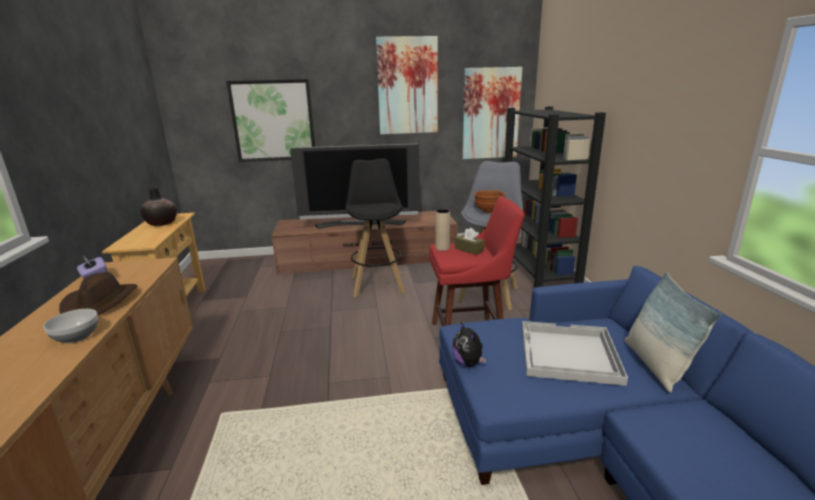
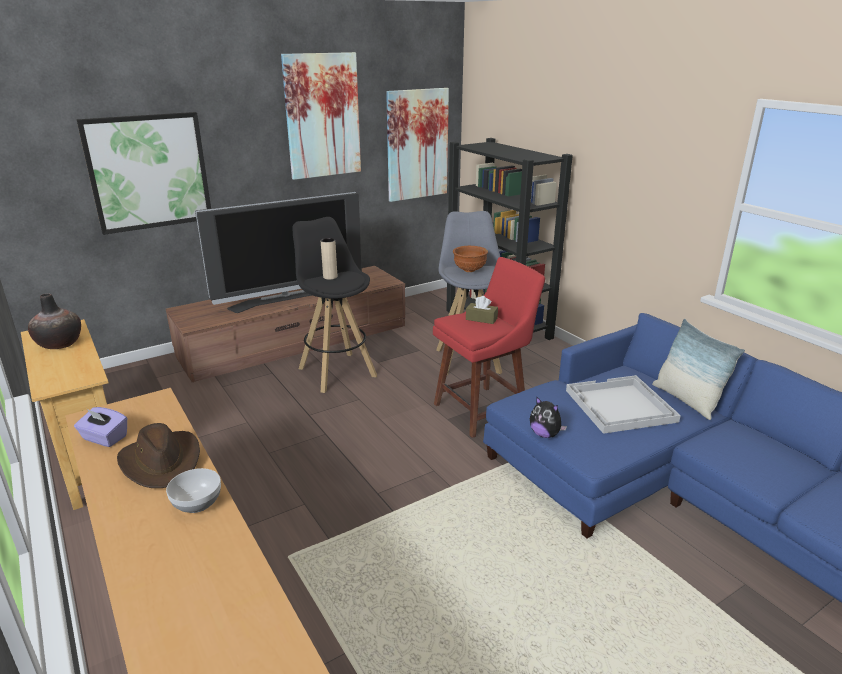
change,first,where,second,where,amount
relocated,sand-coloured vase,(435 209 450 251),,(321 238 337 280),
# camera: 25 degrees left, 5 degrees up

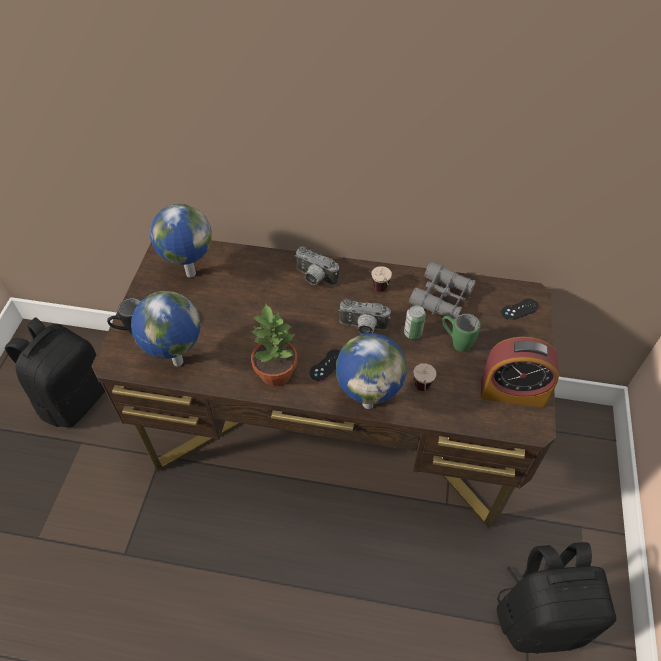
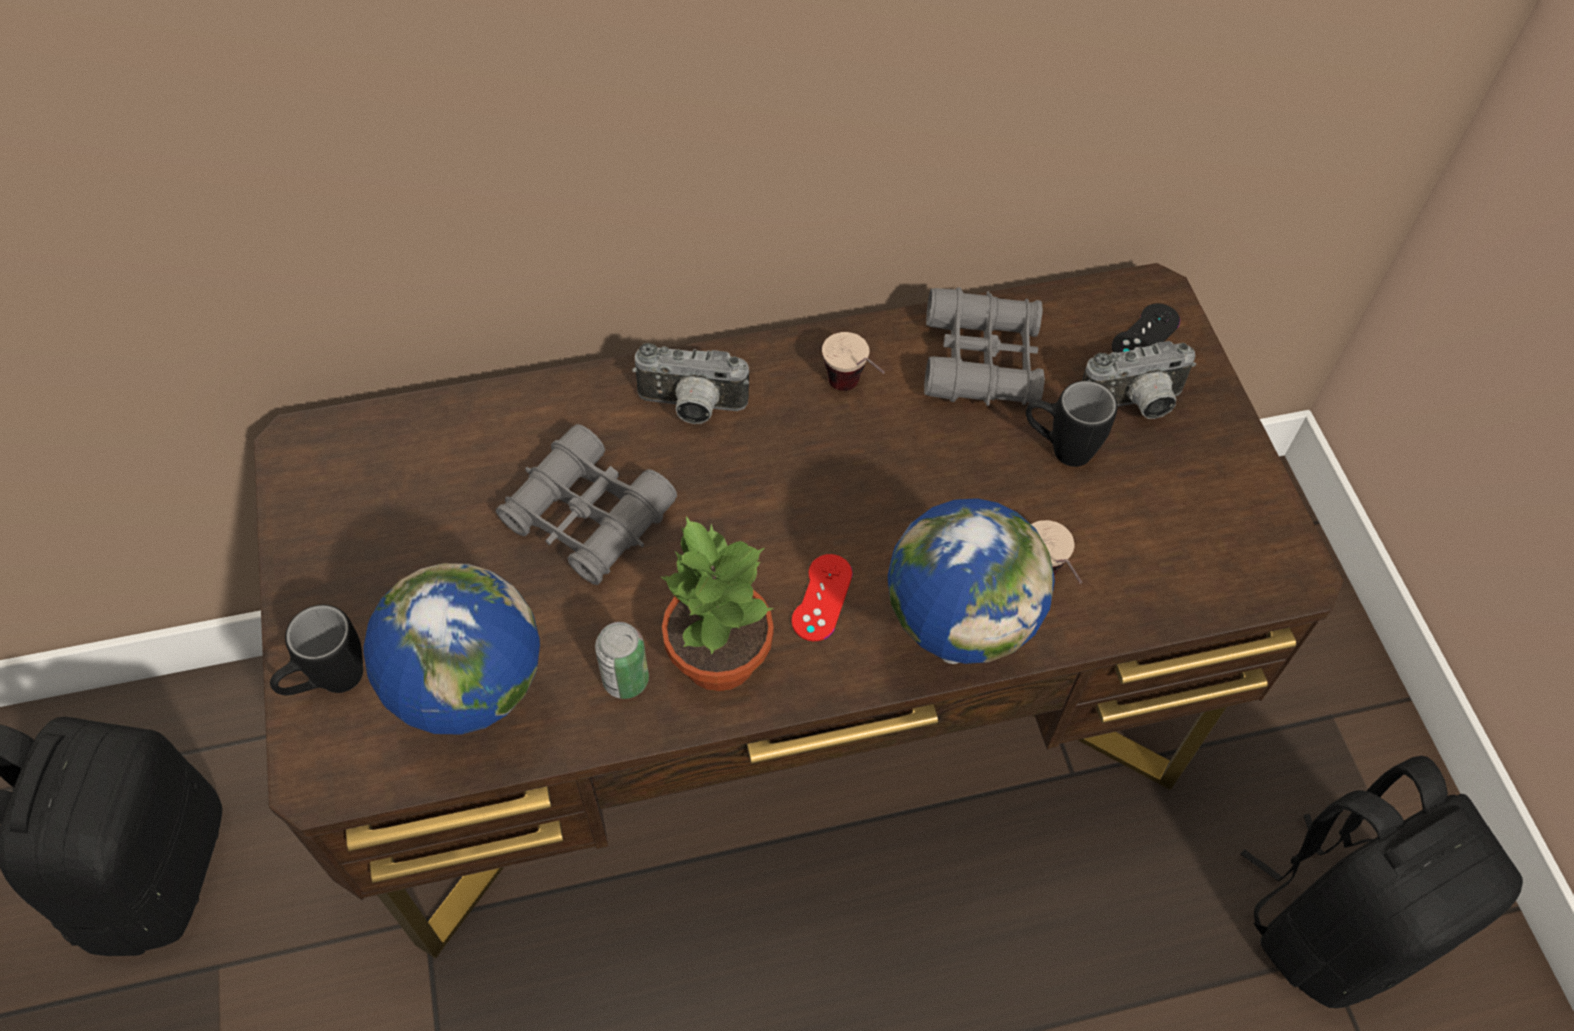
change,first,where,second,where,amount
appeared,,,grey field glasses,(496 424 677 585),
relocated,can,(404 305 426 339),,(595 622 649 699),
colour,black game controller,(310 349 340 381),reddish game controller,(792 554 853 641),
colour,green tea mug,(442 313 481 352),black tea mug,(1026 381 1117 467),
relocated,photo camera,(339 299 391 334),,(1082 341 1196 419),
missing,desk globe,(150 204 212 277),,,
missing,alarm clock,(481 337 559 408),,,
# camera: 25 degrees left, 5 degrees up

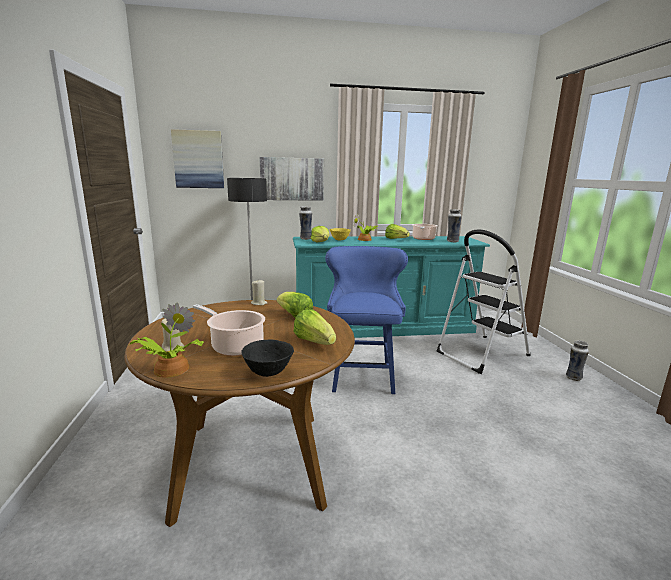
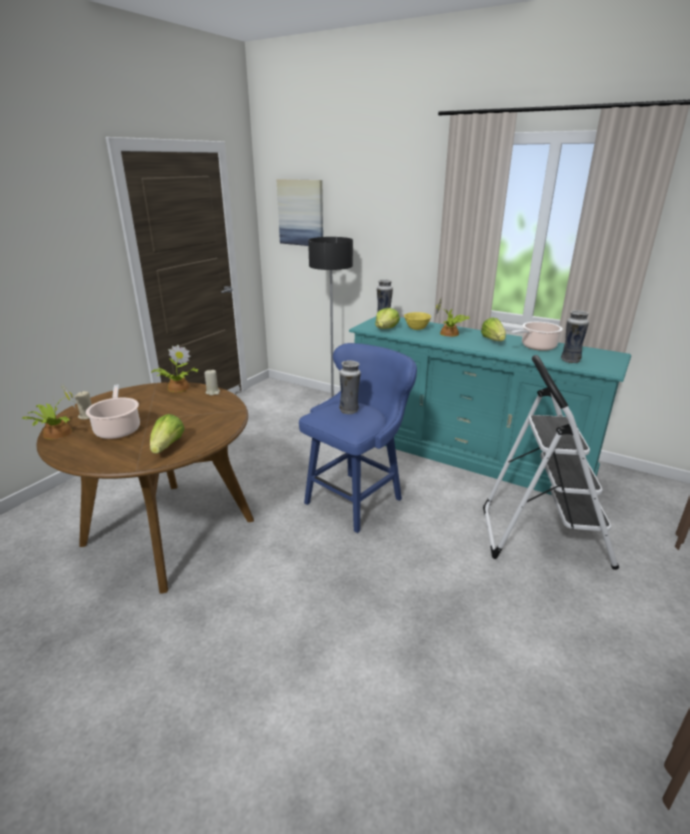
change,first,where,second,where,amount
appeared,,,potted plant,(151 344 198 393),
relocated,vase,(566 341 589 381),,(339 360 361 414),
missing,black deep dish,(241 340 294 377),,,
missing,wall picture,(259 157 324 201),,,
missing,lettuce,(277 292 313 318),,,
# camera: 40 degrees right, 10 degrees up

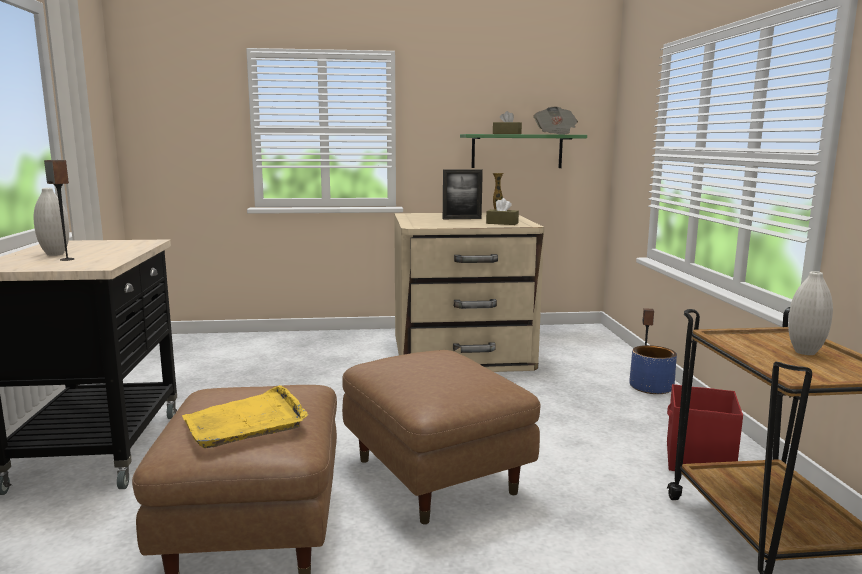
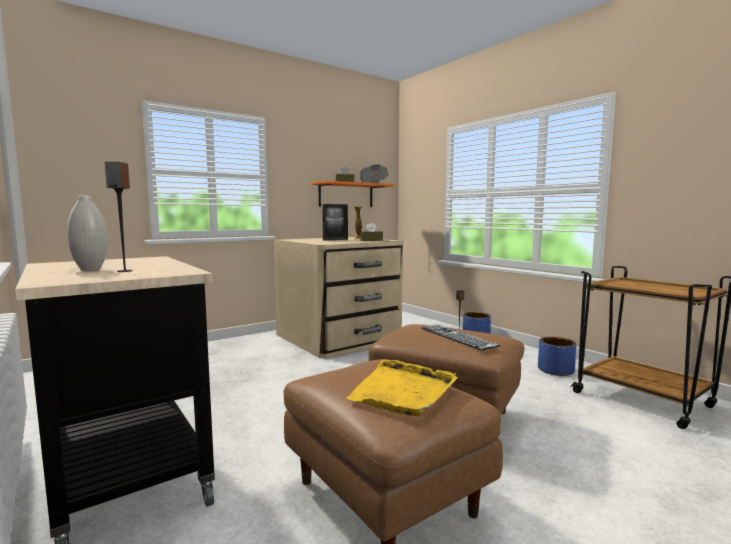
change,first,where,second,where,amount
colour,green wall shelf,(460 134 587 168),orangey wall shelf,(311 181 394 207),
appeared,,,keyboard,(421 325 500 350),
exchanged,reddish storage box,(667 384 743 471),blue planter,(538 337 576 376),
missing,white vase,(788 271 833 355),,,
# camera: 30 degrees left, 5 degrees down

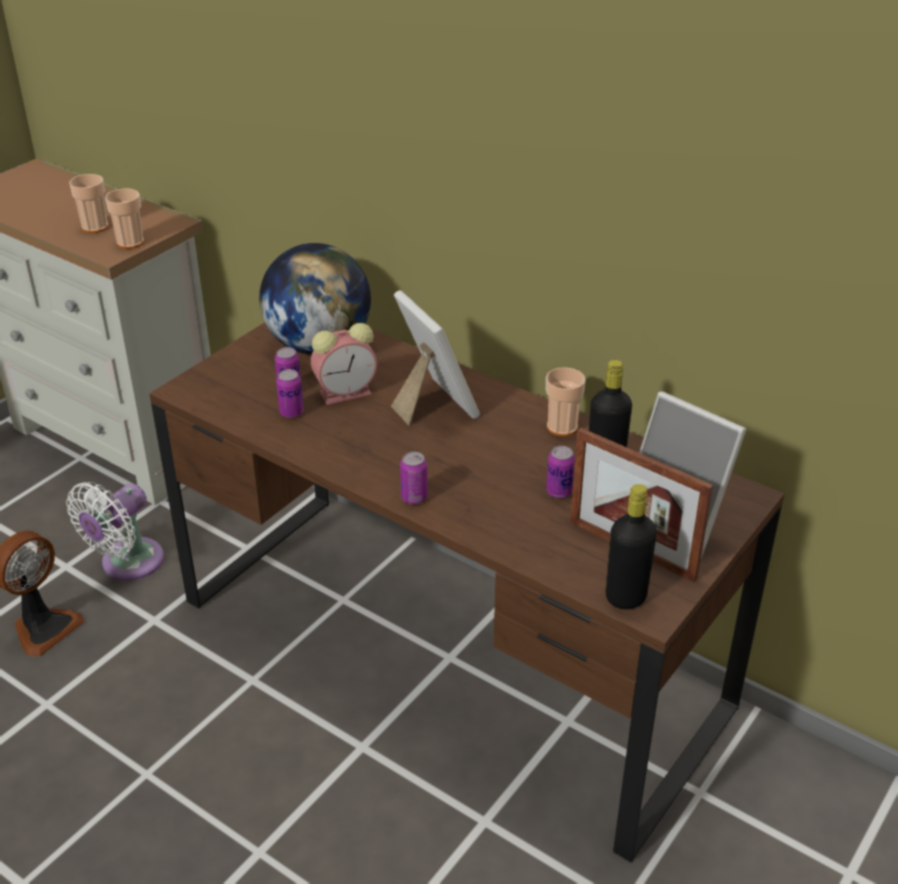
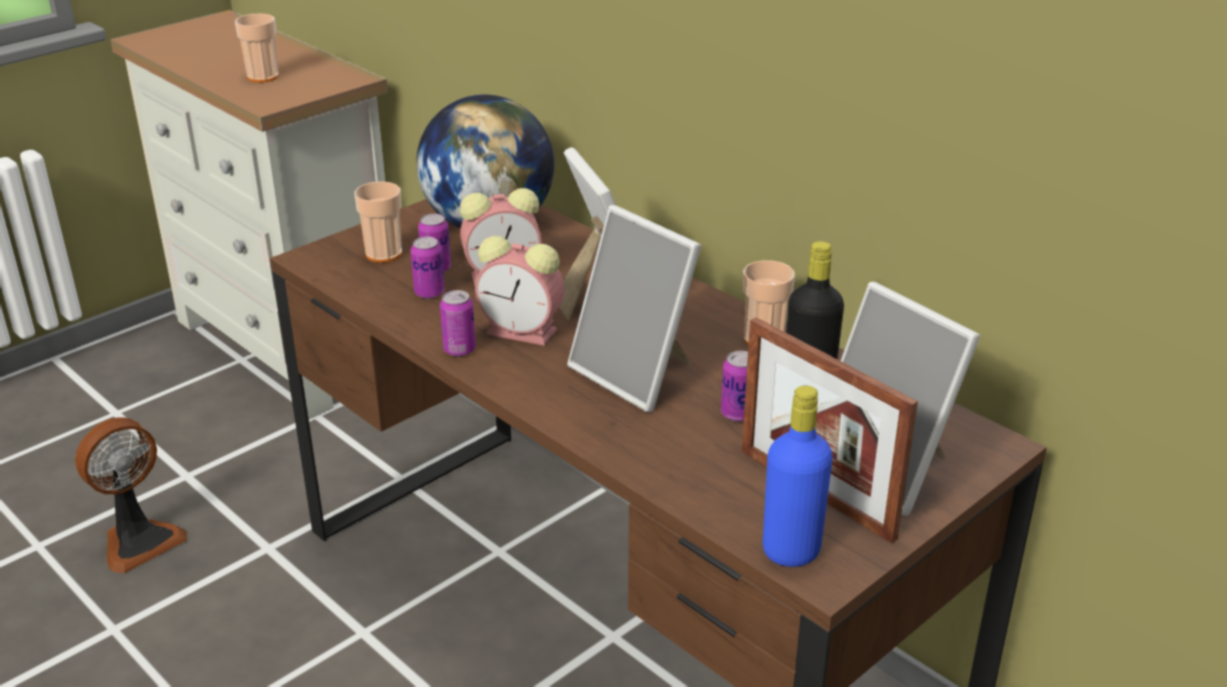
change,first,where,second,where,amount
relocated,drinking cup,(105 189 144 249),,(354 181 402 263),
relocated,can,(400 452 428 504),,(440 290 476 357),
appeared,,,alarm clock,(475 236 565 346),
appeared,,,photo frame,(567 205 701 412),
colour,black bottle,(605 484 657 609),blue bottle,(763 386 833 567),
missing,white electric fan,(66 482 164 581),,,
# camera: 10 degrees right, 5 degrees down

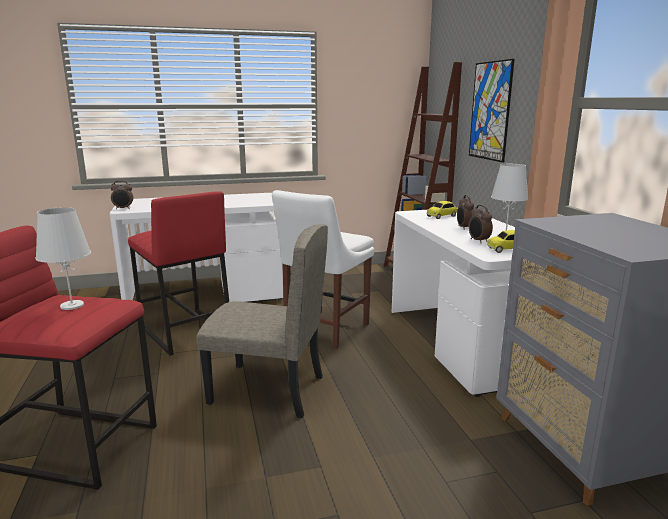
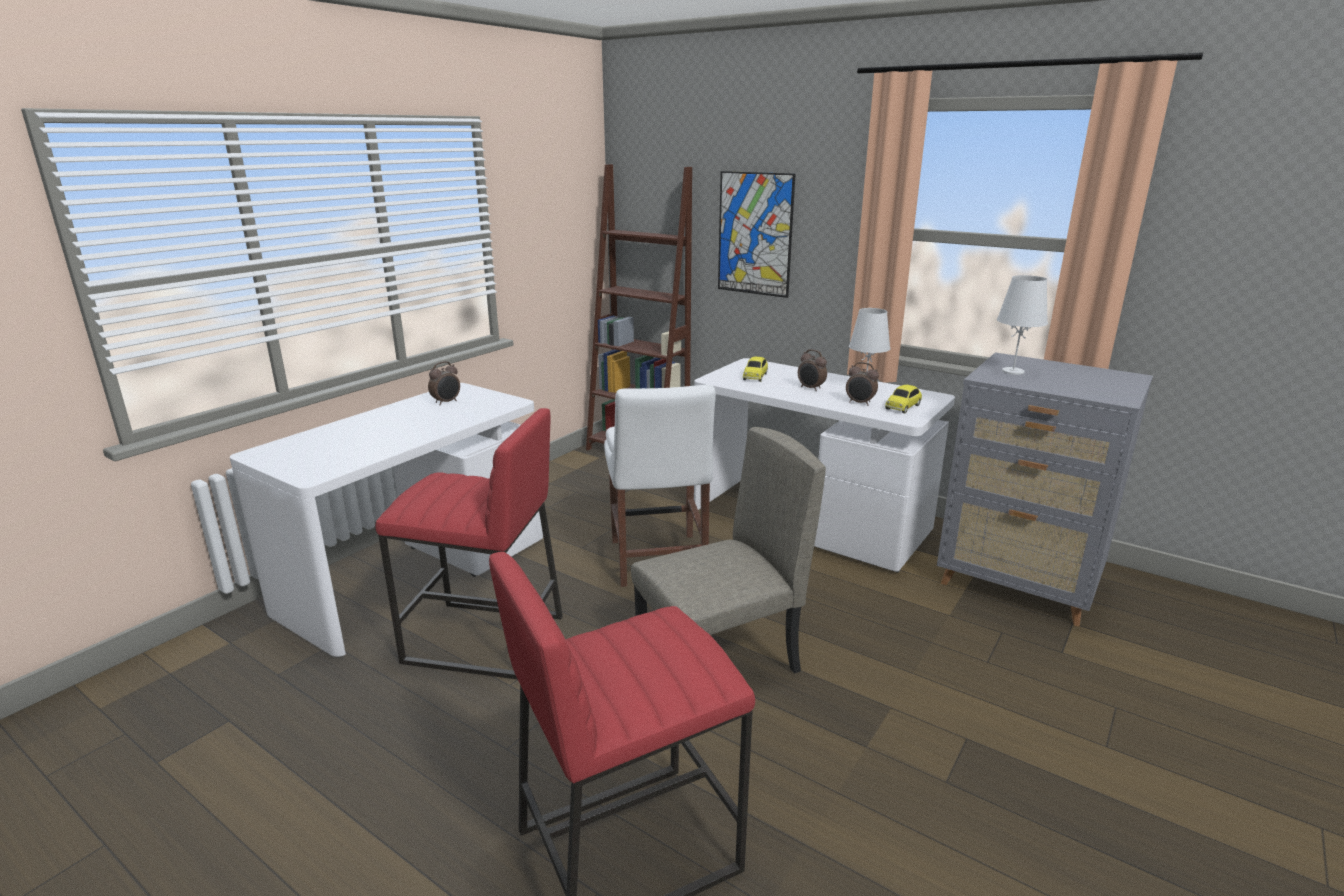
change,first,where,second,where,amount
relocated,alarm clock,(111 181 133 209),,(428 361 460 405),
relocated,white lamp for a table,(35 207 91 310),,(997 275 1048 375),
# camera: 40 degrees left, 5 degrees up

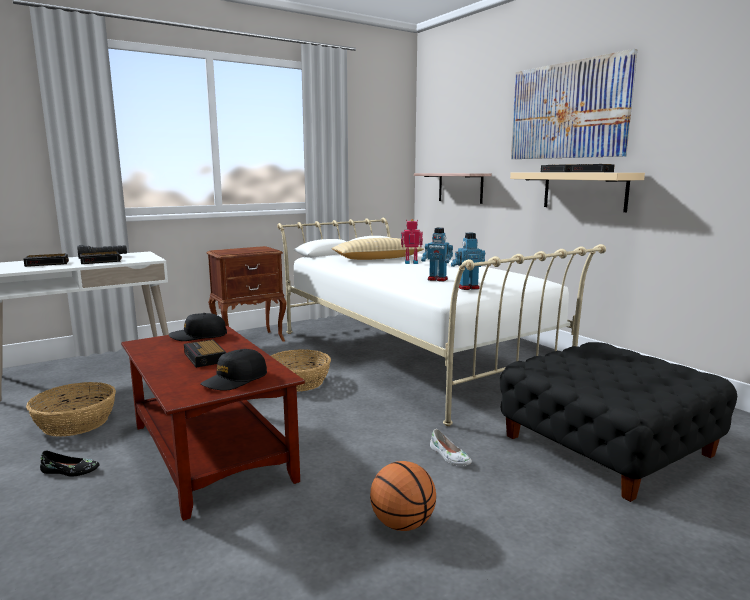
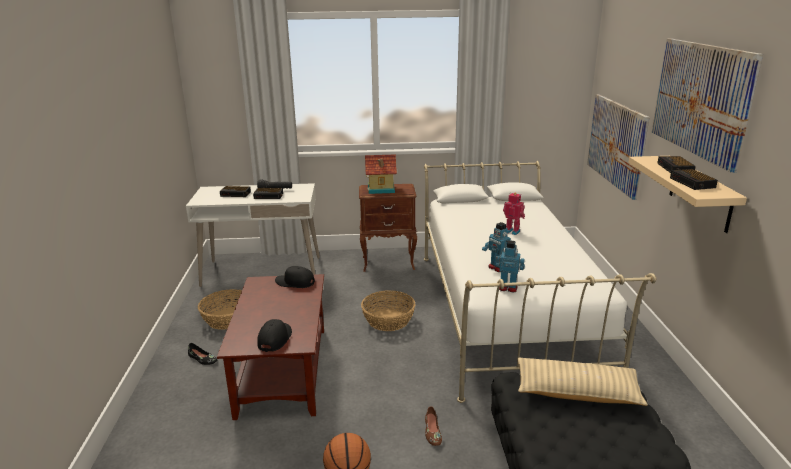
change,first,where,second,where,amount
spun,black cap,(201 349 267 391),,(257 319 292 352),120 degrees clockwise
appeared,,,toy house,(365 154 397 194),
colour,white shoe,(430 429 472 466),brown-coloured shoe,(425 406 442 446),
relocated,sand-coloured cushion,(331 238 424 260),,(517 358 648 406),
exchanged,wall shelf,(414 173 492 204),wall picture,(587 94 649 200),
missing,alarm clock,(184 339 226 368),,,
# camera: 30 degrees right, 10 degrees up

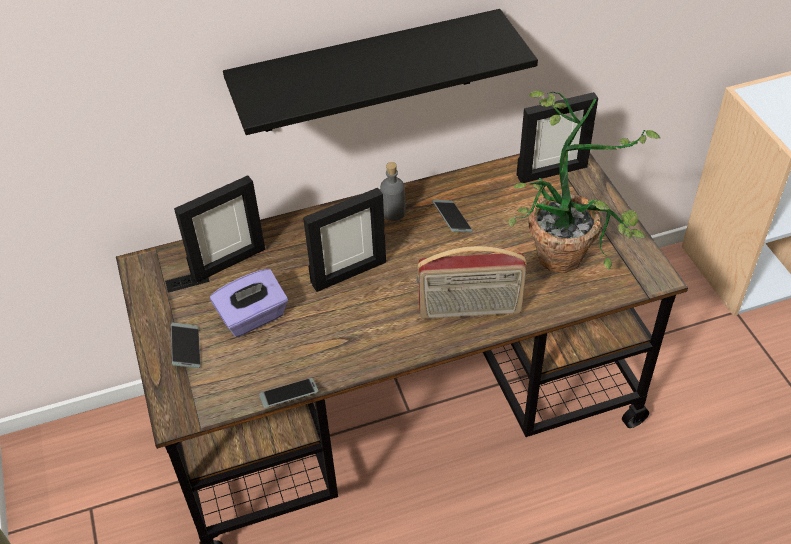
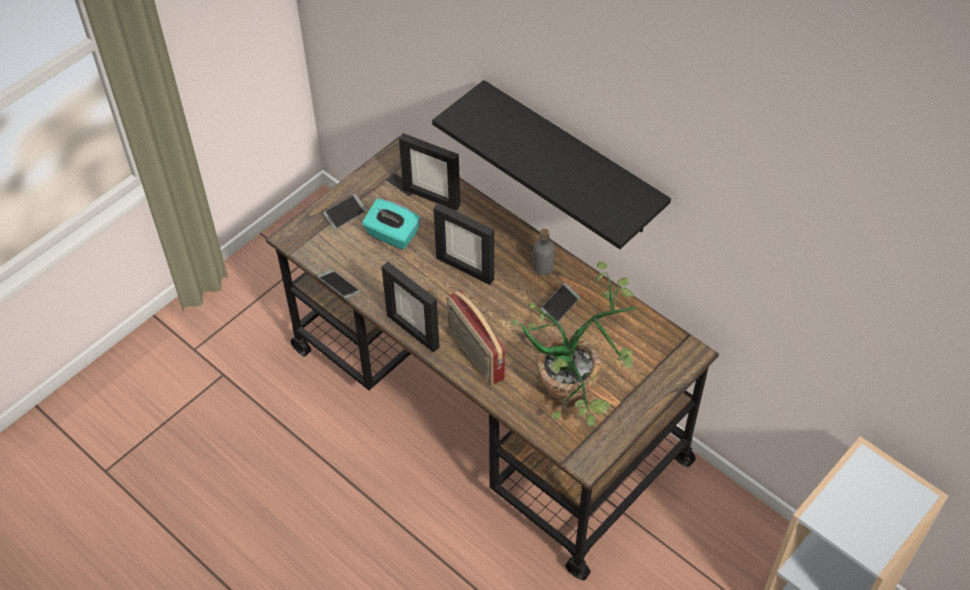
change,first,where,second,where,amount
colour,purple tissue box,(210 269 288 337),turquoise tissue box,(362 199 421 250),
relocated,photo frame,(516 92 598 183),,(382 262 439 353),
# camera: 60 degrees right, 5 degrees up

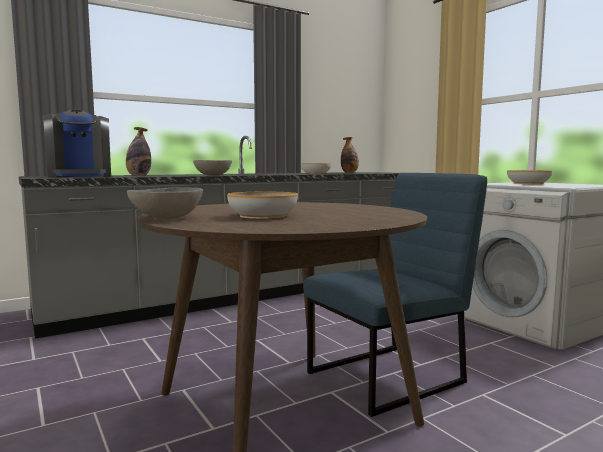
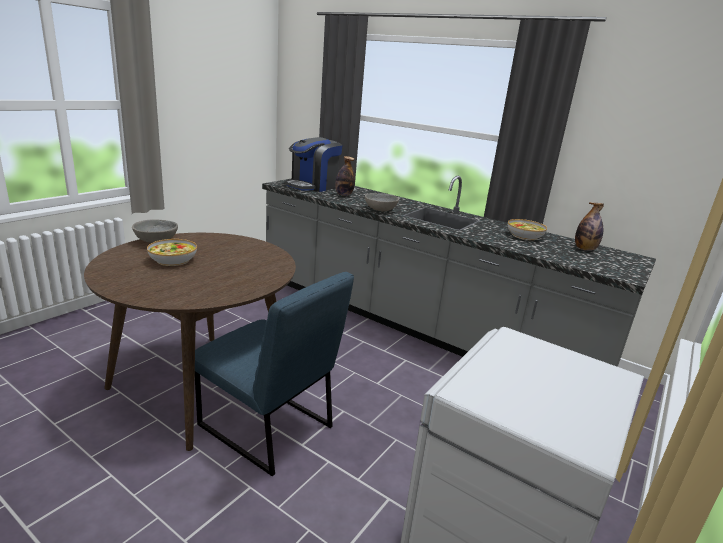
change,first,where,second,where,amount
missing,deep dish,(507 170 552 184),,,
# camera: 65 degrees right, 15 degrees up

